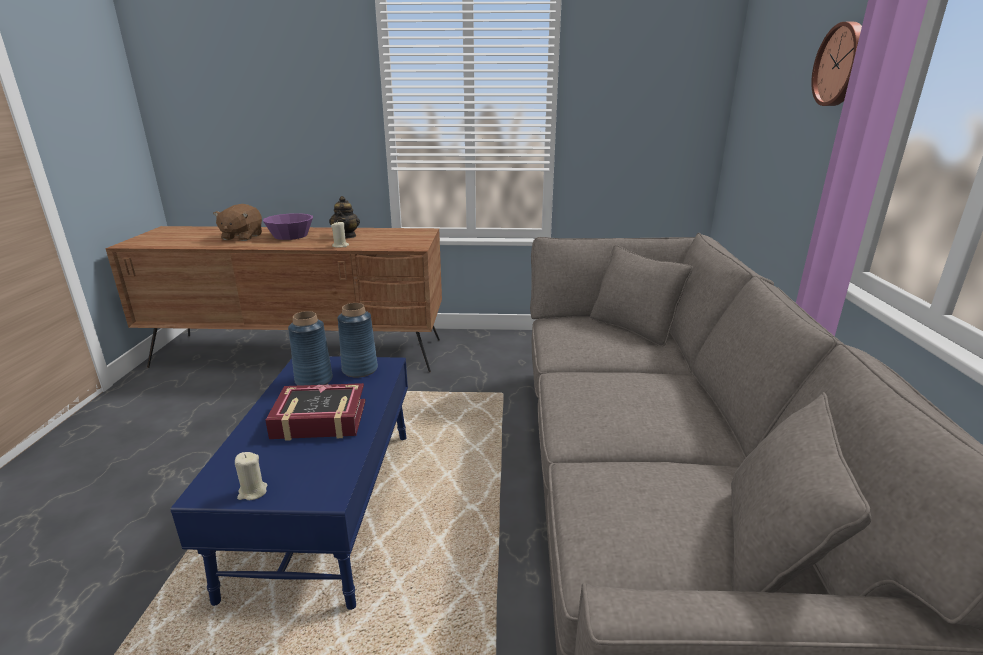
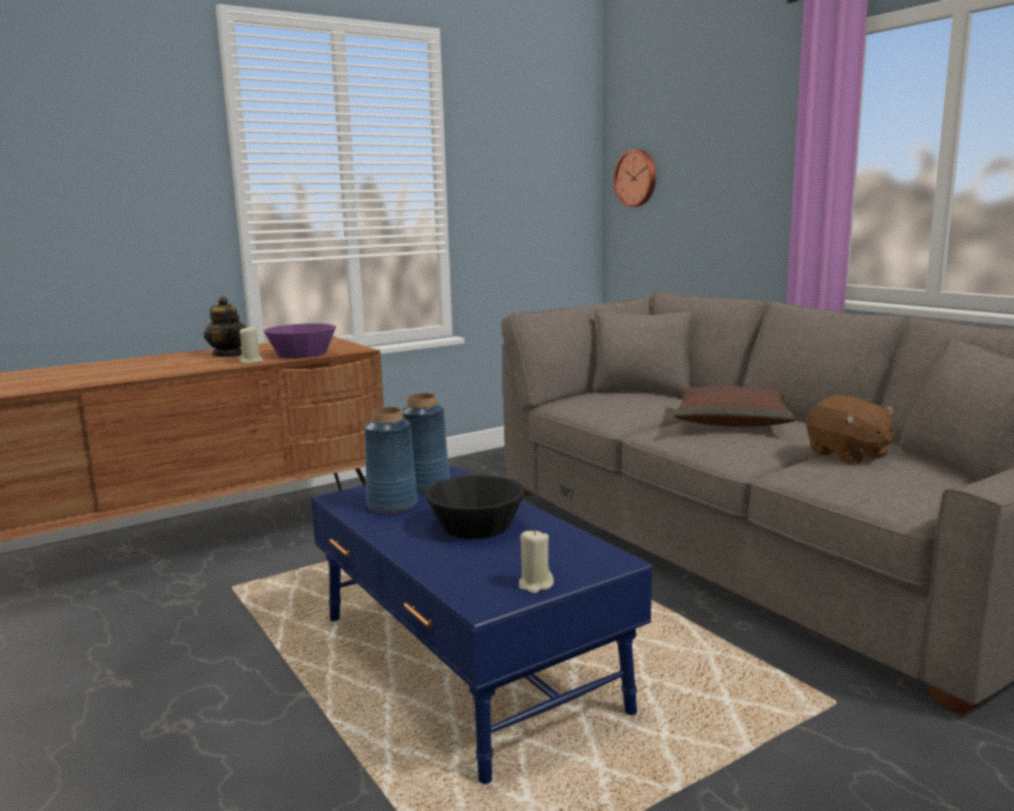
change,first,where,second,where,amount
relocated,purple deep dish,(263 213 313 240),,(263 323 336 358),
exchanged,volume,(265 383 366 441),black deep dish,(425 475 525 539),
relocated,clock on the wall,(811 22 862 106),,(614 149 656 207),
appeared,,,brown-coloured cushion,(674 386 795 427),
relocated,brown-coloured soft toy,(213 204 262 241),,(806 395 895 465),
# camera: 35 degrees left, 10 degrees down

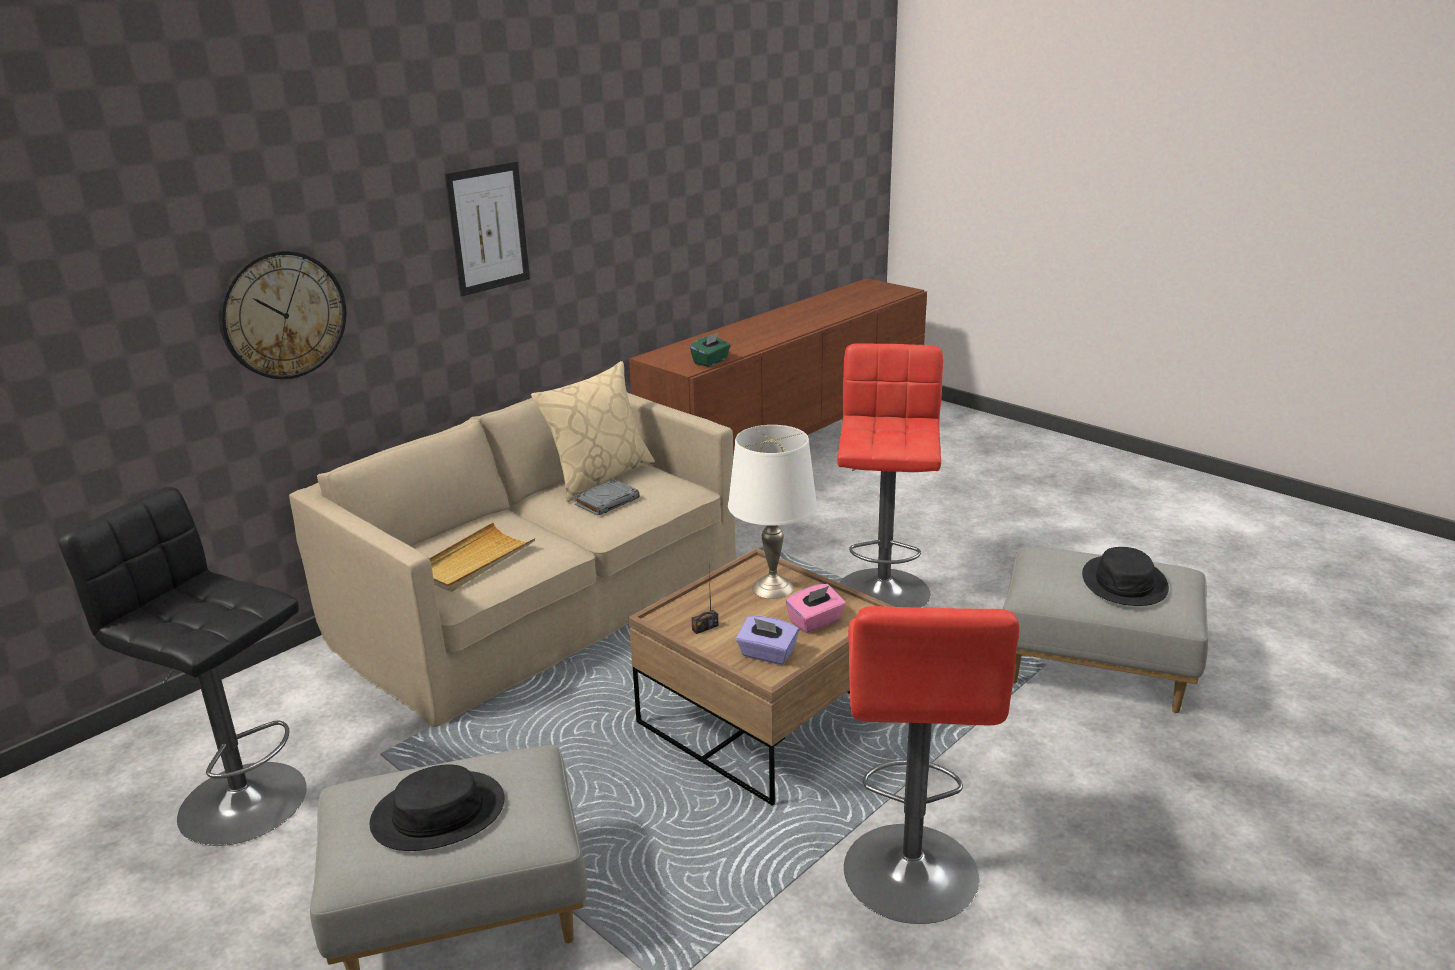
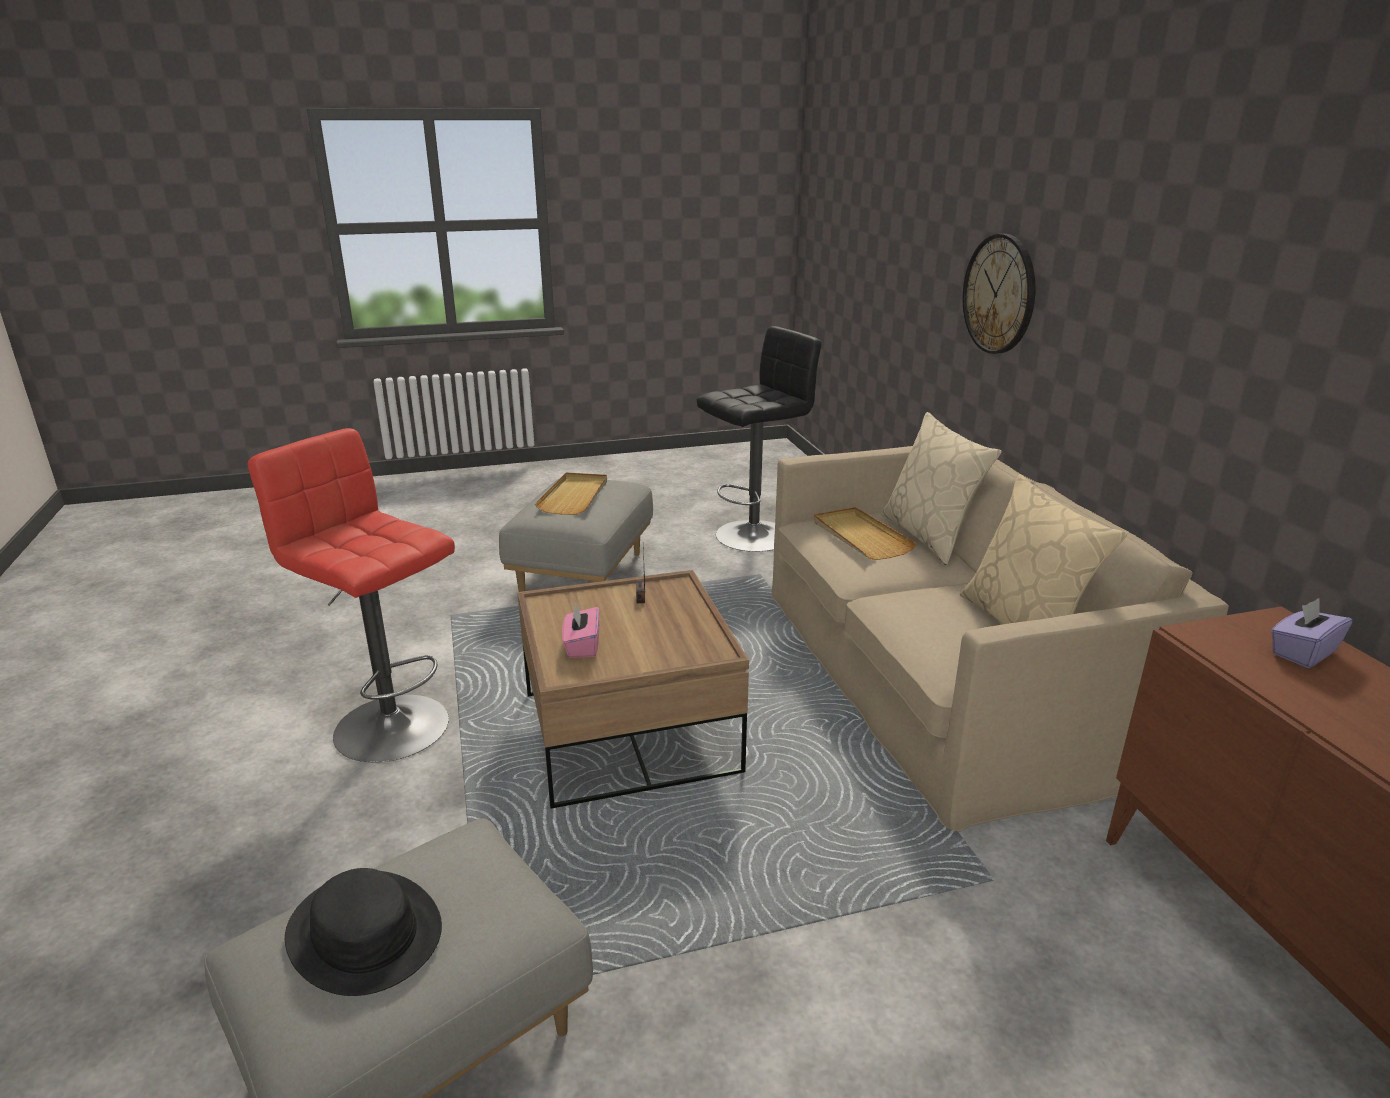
change,first,where,second,where,amount
exchanged,black clothing hat,(370 764 505 851),sand-coloured tray,(535 472 607 515),
appeared,,,sand-coloured cushion,(881 412 1002 565),
relocated,purple tissue box,(736 616 799 665),,(1271 598 1352 668),
missing,wall picture,(444 161 530 297),,,
missing,grey volume,(574 480 640 516),,,
missing,green tissue box,(690 332 731 367),,,
missing,white lamp for a table,(728 425 817 599),,,
missing,reddish stool,(837 343 943 608),,,
# camera: 120 degrees right, 0 degrees up

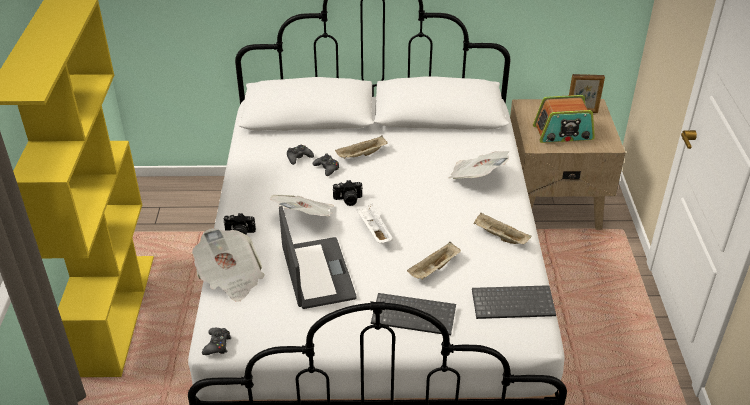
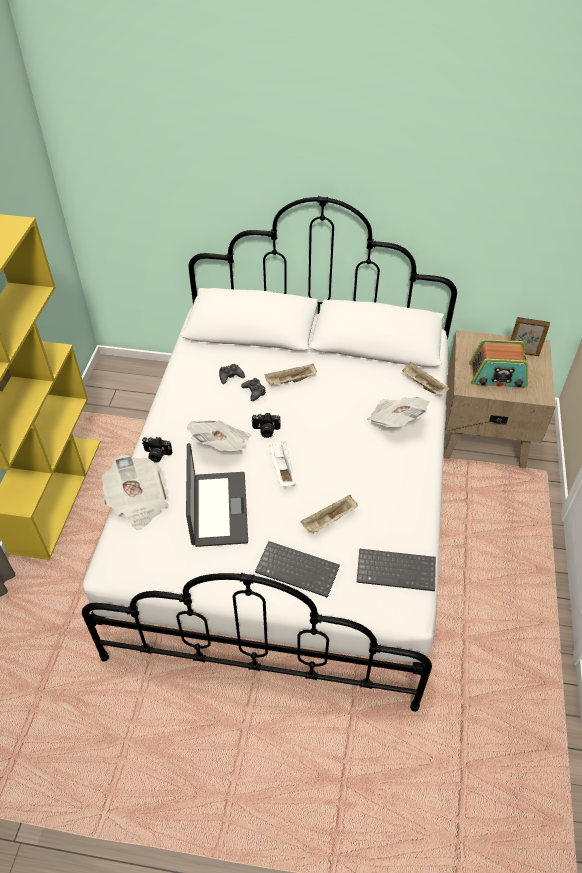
change,first,where,second,where,amount
relocated,sand-coloured tray,(473 213 532 244),,(402 362 450 395),
missing,black game controller,(202 328 231 355),,,
# camera: 10 degrees right, 10 degrees up

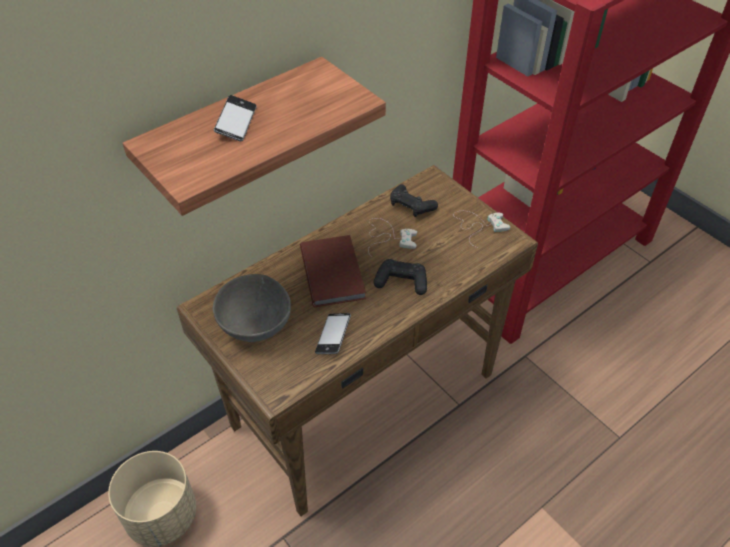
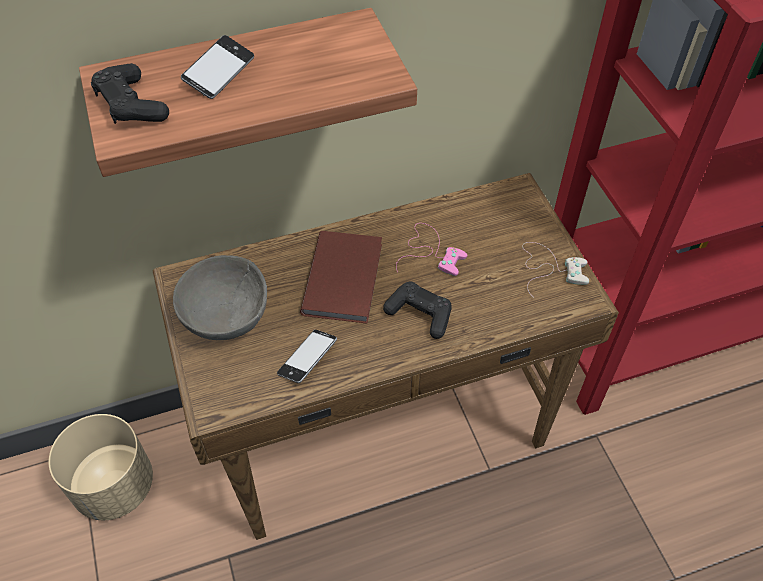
change,first,where,second,where,amount
relocated,black game controller,(390 184 438 217),,(91 63 169 124),
colour,white game controller,(368 218 417 257),pink-coloured game controller,(396 223 467 276),
# camera: 20 degrees right, 5 degrees up

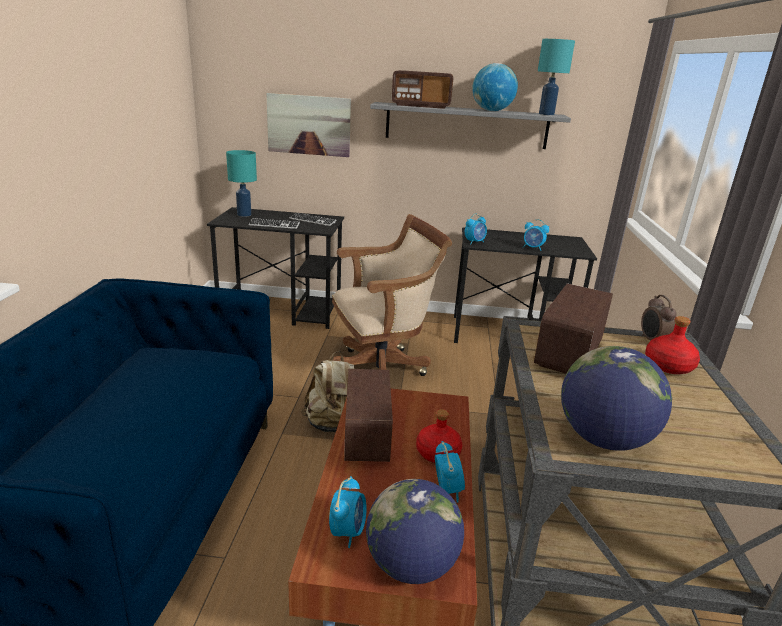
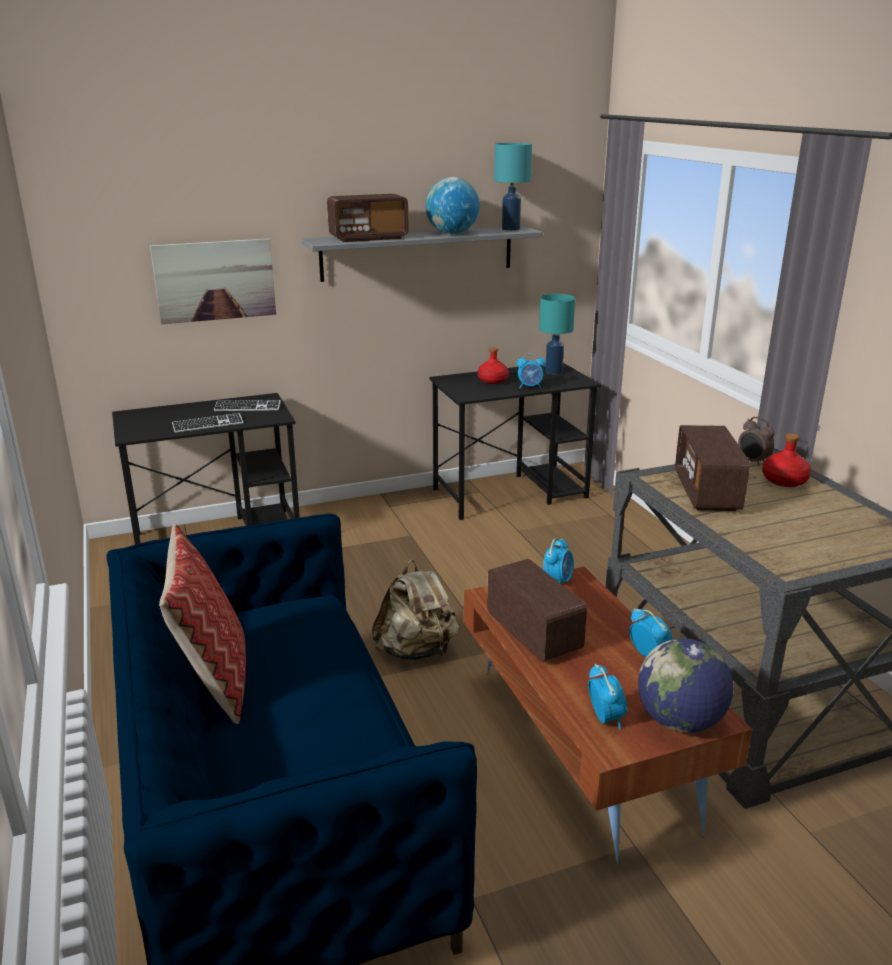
change,first,where,second,where,amount
appeared,,,cushion,(159 524 246 724),
relocated,reddish bottle,(416 409 462 463),,(478 347 509 384),
relocated,turquoise lamp for a table,(226 150 257 217),,(539 294 575 374),
relocated,alarm clock,(465 214 487 244),,(543 538 573 583),
missing,computer chair,(332 214 452 376),,,
missing,desk globe,(561 346 672 451),,,
# camera: 25 degrees left, 0 degrees up

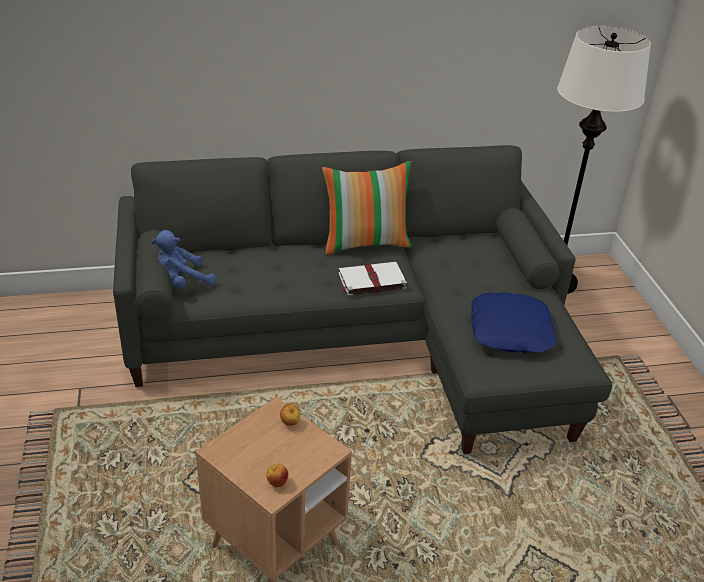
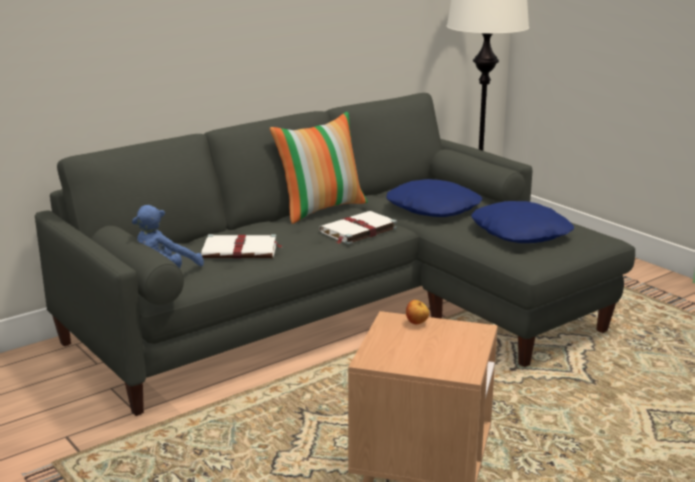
change,first,where,second,where,amount
appeared,,,white volume,(201 234 282 258),
appeared,,,blue cushion,(386 179 482 217),
missing,apple fruit,(266 464 288 487),,,
# camera: 25 degrees left, 15 degrees down

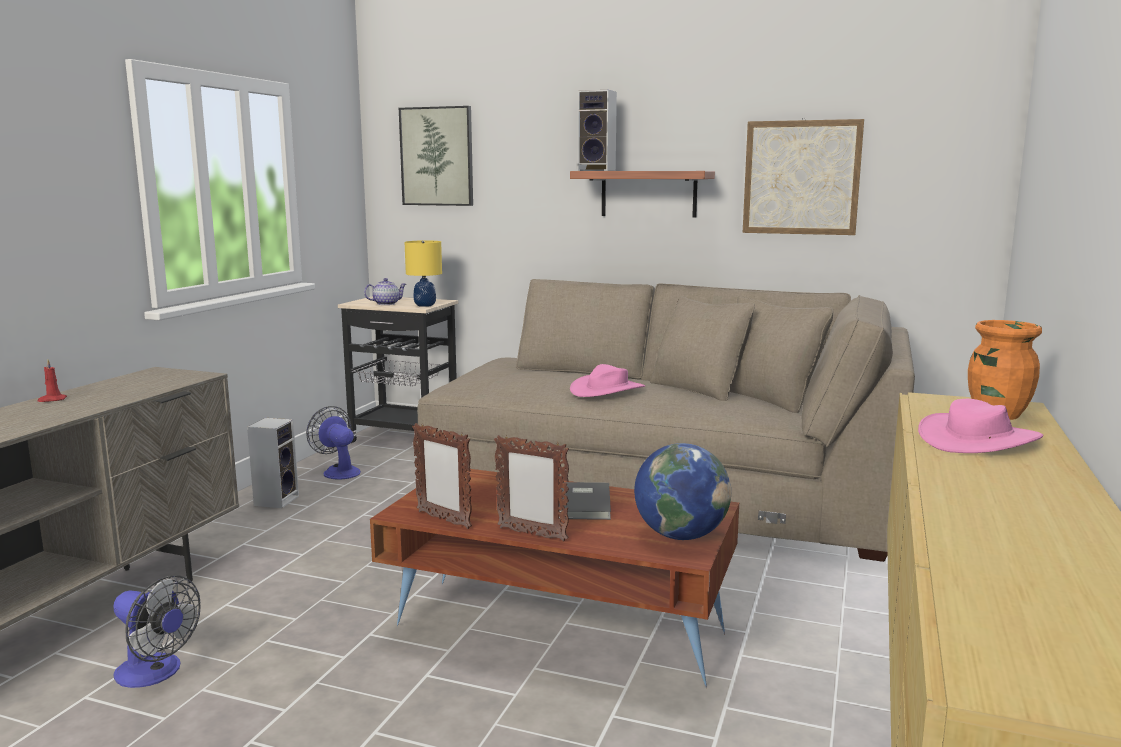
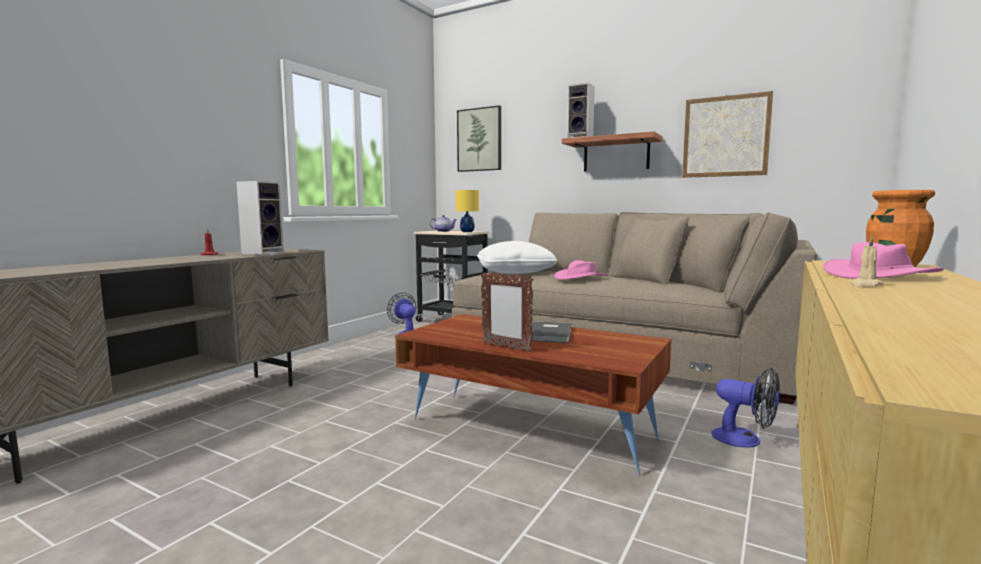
change,first,where,second,where,amount
relocated,audio speaker,(247 418 299 508),,(236 181 284 255),
appeared,,,white cushion,(477 241 557 274),
relocated,electric fan,(114 575 200 688),,(712 367 780 448),
appeared,,,sand-coloured wax light,(851 236 884 287),
missing,photo frame,(412 423 472 529),,,
missing,desk globe,(634 443 731 540),,,
# camera: 10 degrees right, 5 degrees down

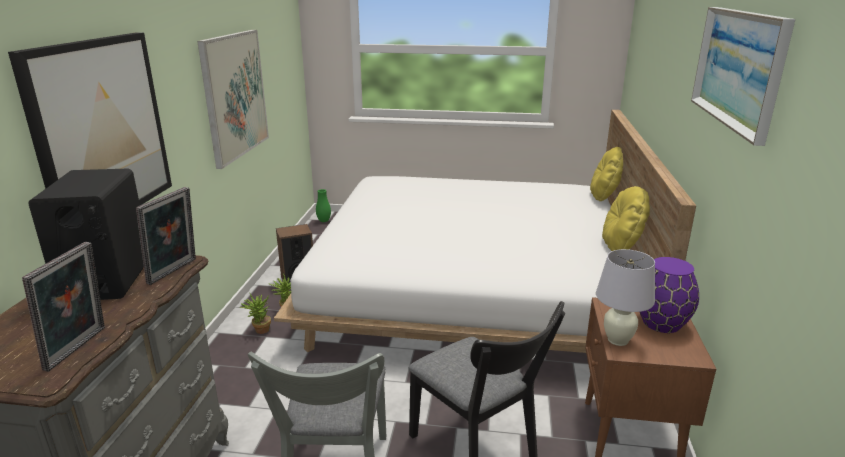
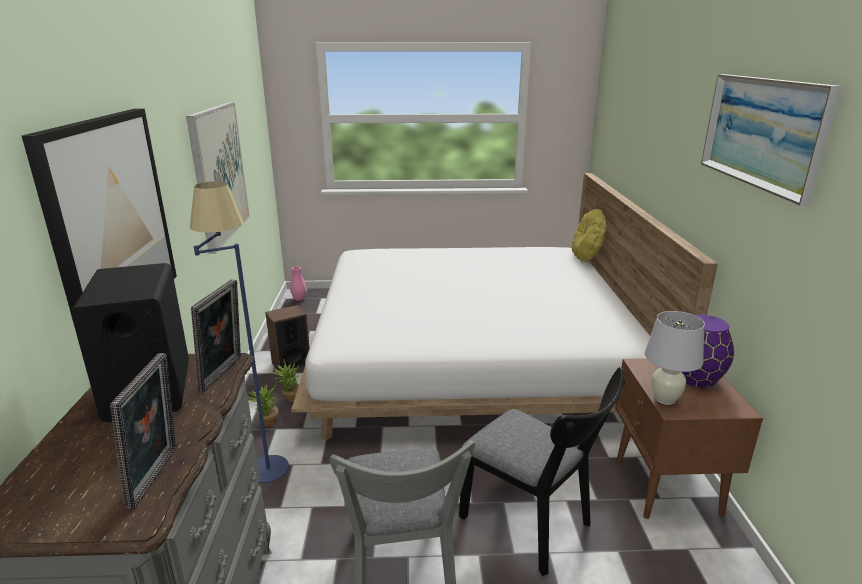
change,first,where,second,where,amount
appeared,,,blue standing lamp,(190 182 289 483),
colour,green vase,(316 189 331 222),pink-coloured vase,(290 266 306 301),
missing,yellow-coloured cushion,(602 186 650 251),,,
# camera: 10 degrees left, 0 degrees up

